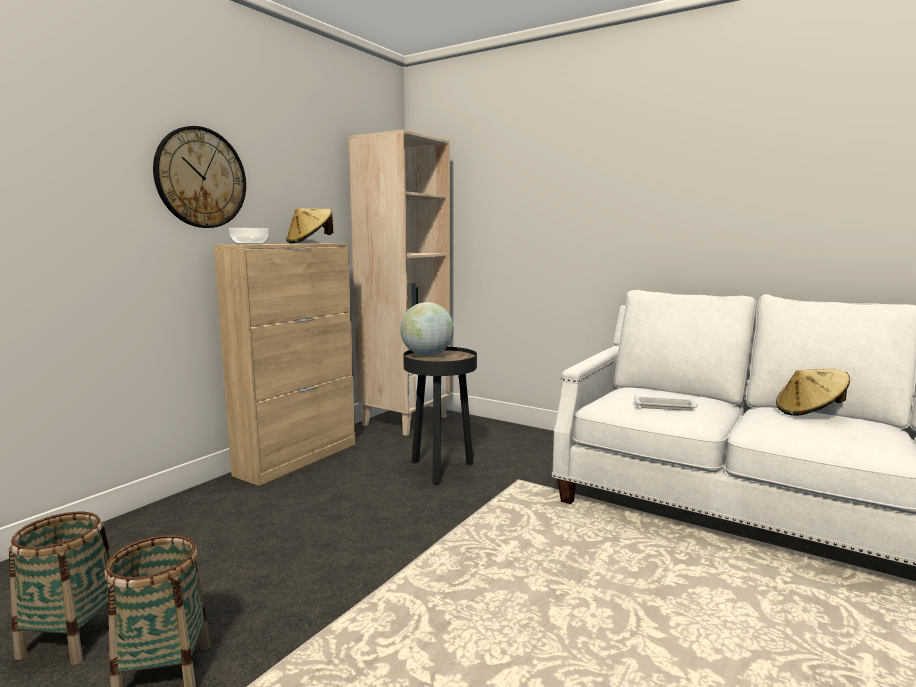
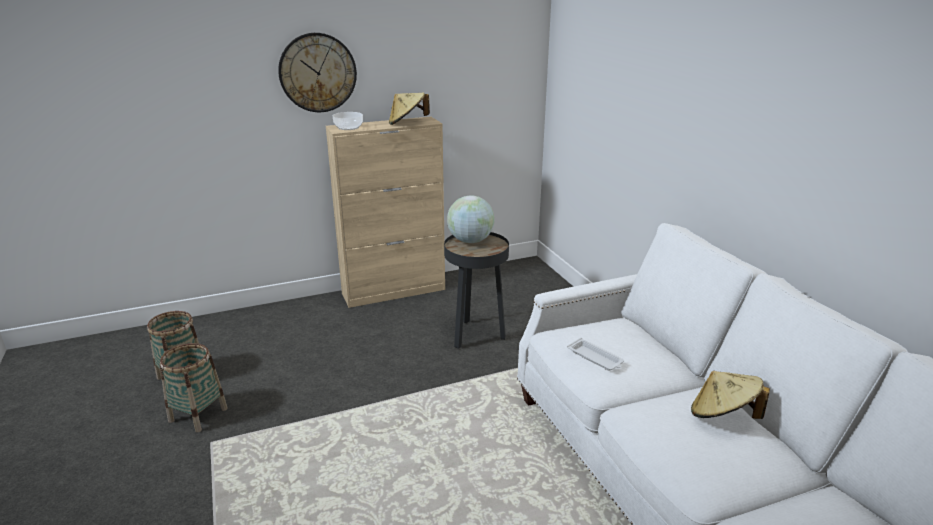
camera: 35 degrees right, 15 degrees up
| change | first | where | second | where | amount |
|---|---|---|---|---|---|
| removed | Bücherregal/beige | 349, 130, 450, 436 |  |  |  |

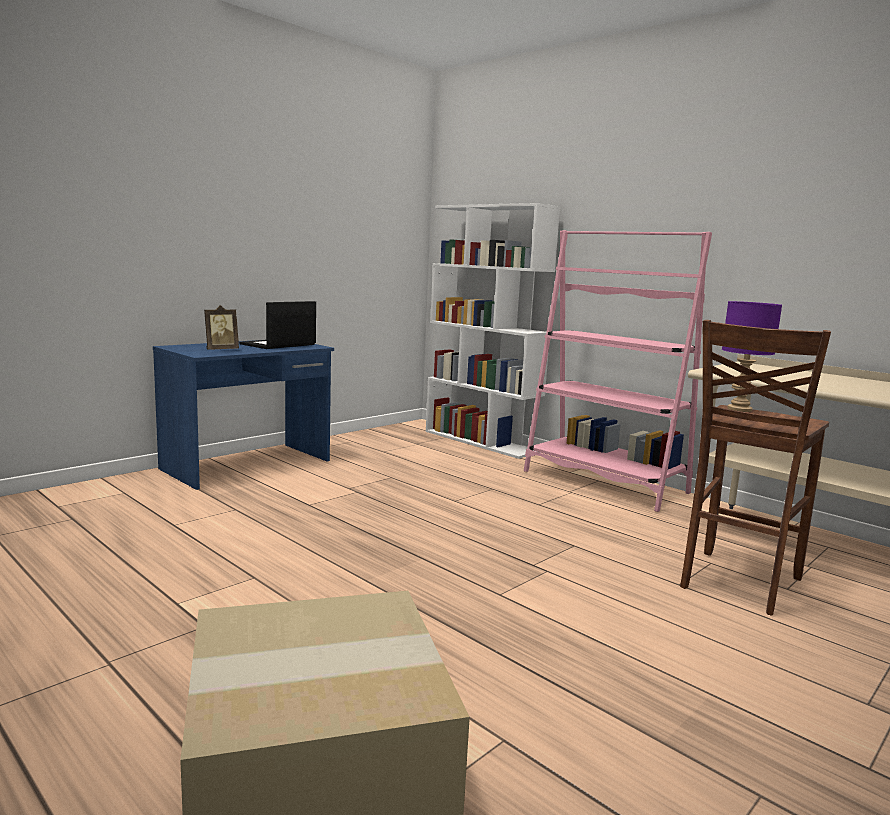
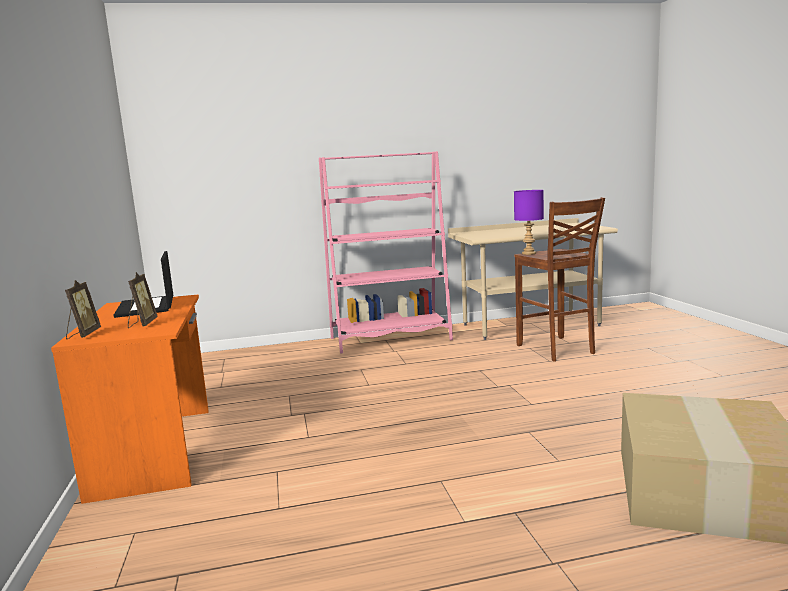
camera: 55 degrees left, 0 degrees up
| change | first | where | second | where | amount |
|---|---|---|---|---|---|
| removed | Bücherregal/weiß | 426, 203, 560, 459 |  |  |  |
| recoloured | Schreibtisch/blau | 153, 340, 334, 490 | Schreibtisch/orange | 51, 295, 209, 504 |  |
| added |  |  | Bilderrahmen | 65, 280, 101, 339 |  |

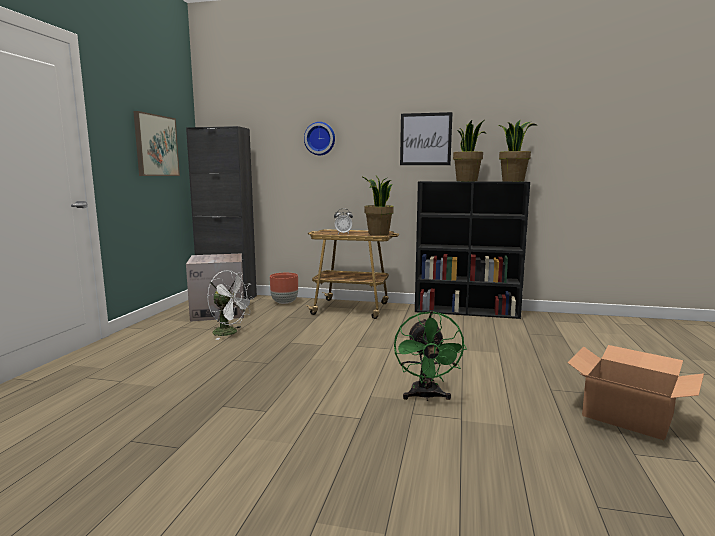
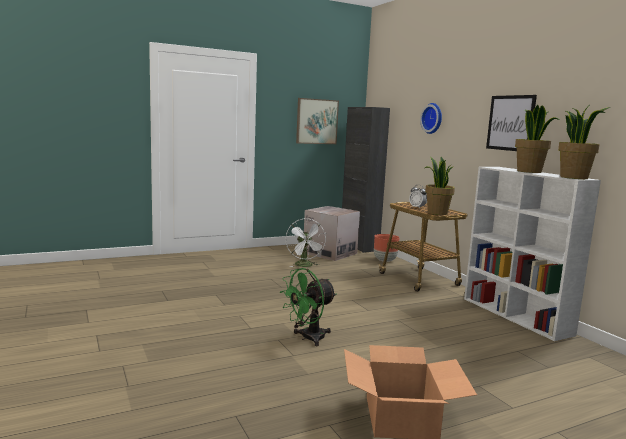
camera: 50 degrees right, 0 degrees up
| change | first | where | second | where | amount |
|---|---|---|---|---|---|
| recoloured | Bücherregal/schwarz | 415, 181, 530, 319 | Bücherregal/weiß | 464, 167, 601, 341 |  |

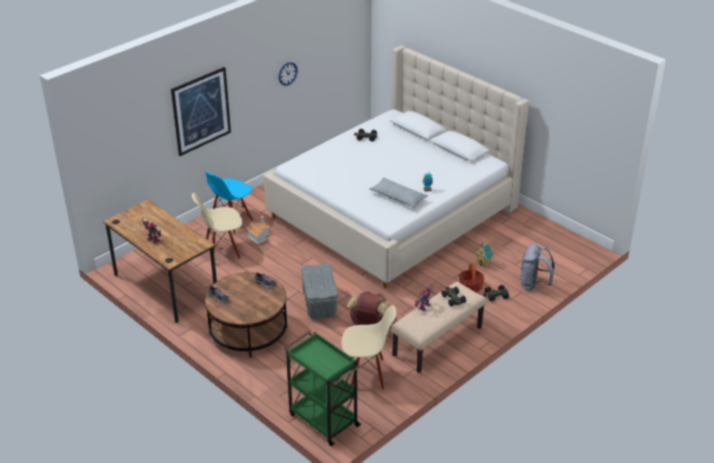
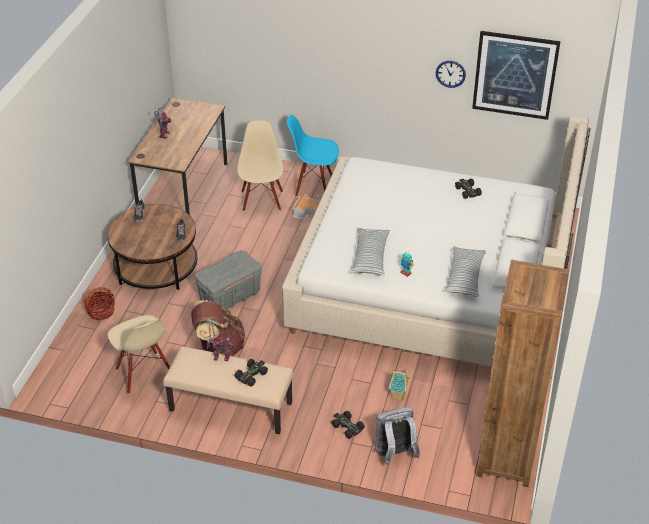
camera: 60 degrees right, 5 degrees up
| change | first | where | second | where | amount |
|---|---|---|---|---|---|
| moved | Bild | 171, 67, 231, 156 |  | 472, 31, 561, 120 |  |
| turned | Stuhl/beige | 192, 193, 242, 259 |  | 237, 120, 283, 212 | 45 degrees clockwise |
| moved | Korb | 459, 263, 484, 292 |  | 84, 287, 115, 320 |  |
| removed | Rollwagen/grün | 284, 332, 361, 446 |  |  |  |
| added |  |  | Kissen | 444, 246, 486, 297 |  |
| added |  |  | Bücherregal/braun | 476, 260, 569, 487 |  |

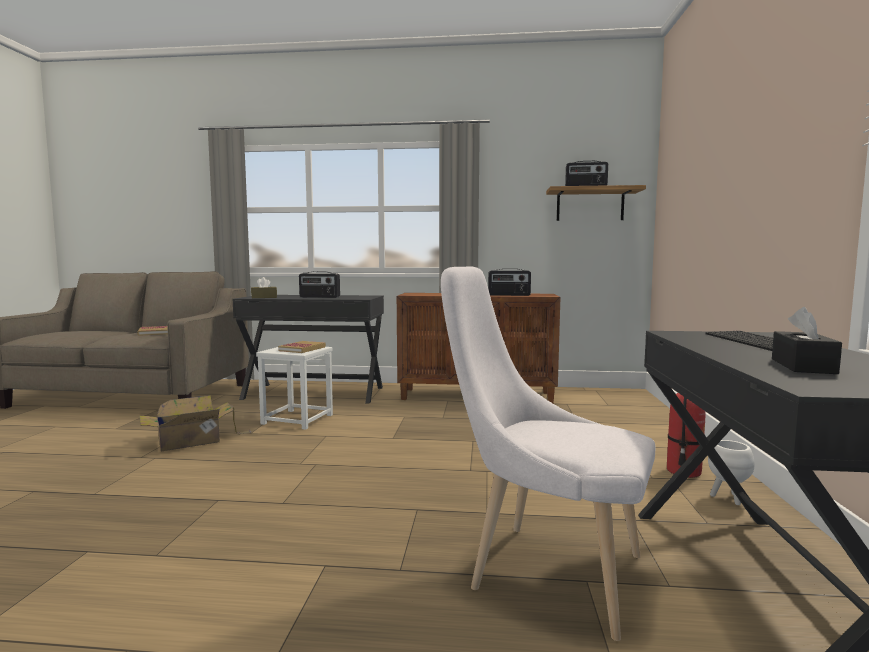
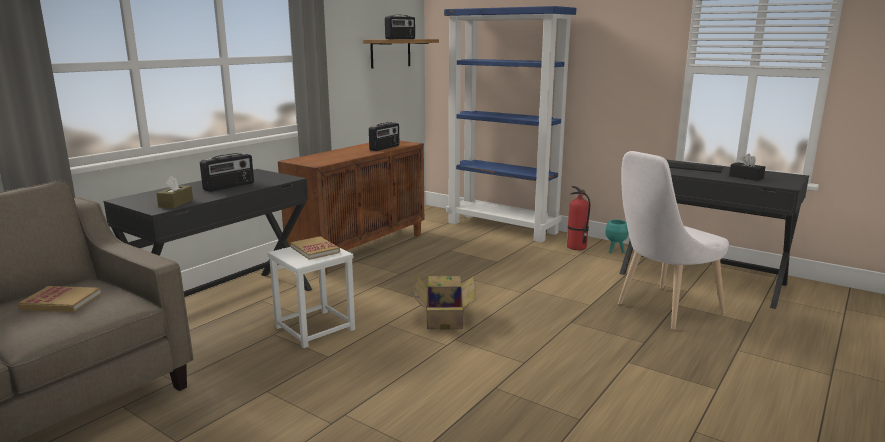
camera: 60 degrees left, 10 degrees up
| change | first | where | second | where | amount |
|---|---|---|---|---|---|
| moved | Karton | 139, 395, 252, 451 |  | 414, 276, 476, 329 |  |
| recoloured | Pflanzkübel/weiß | 708, 440, 755, 505 | Pflanzkübel/türkis | 605, 220, 629, 253 |  |
| added |  |  | Bücherregal/blau | 444, 6, 576, 242 |  |

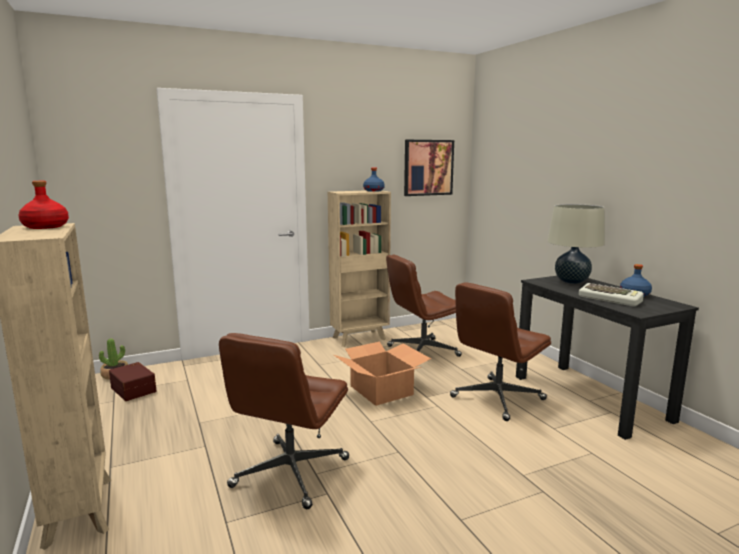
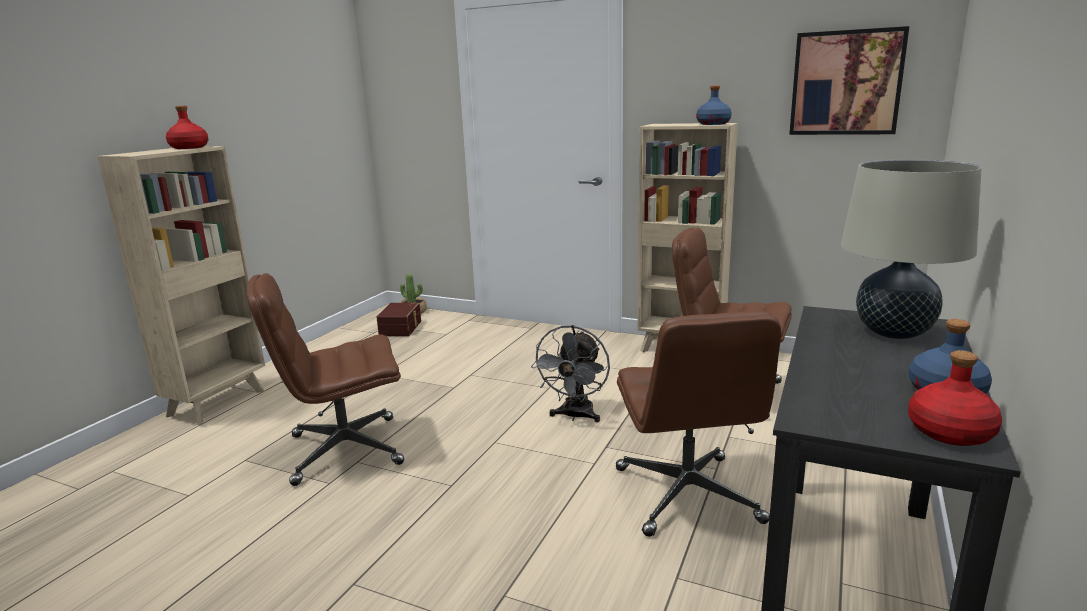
camera: 50 degrees right, 5 degrees up
| change | first | where | second | where | amount |
|---|---|---|---|---|---|
| turned | Bürostuhl/braun | 450, 282, 551, 421 |  | 616, 311, 781, 537 | 105 degrees counterclockwise |
| removed | Tastatur | 579, 283, 644, 306 |  |  |  |
| replaced | Karton | 334, 342, 431, 406 | Ventilator/grau | 531, 325, 610, 422 |  |
| added |  |  | Flasche/rot | 908, 350, 1002, 446 |  |

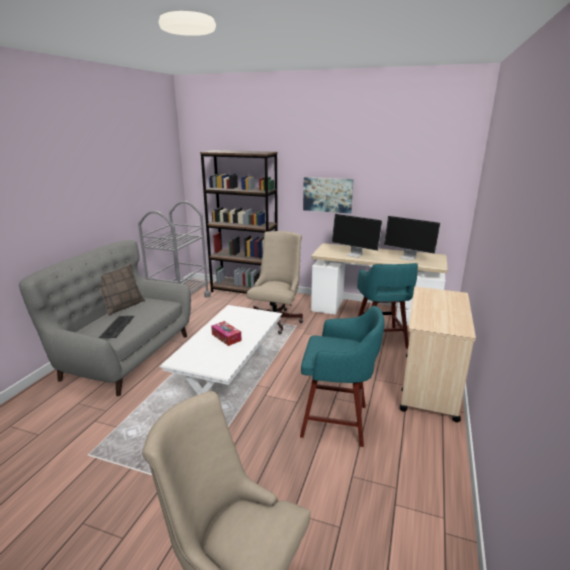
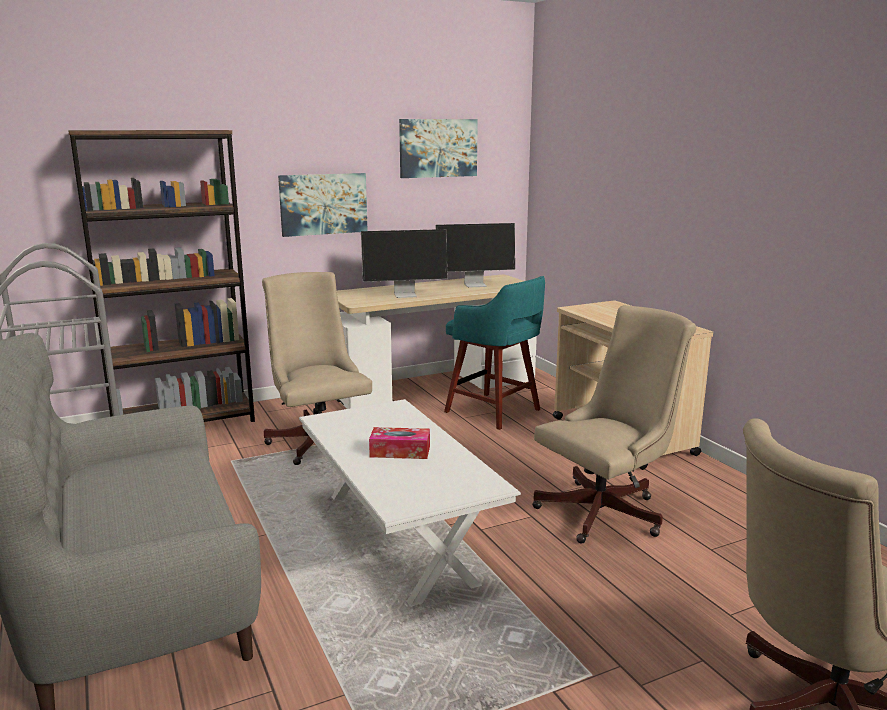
camera: 45 degrees left, 5 degrees down
| change | first | where | second | where | amount |
|---|---|---|---|---|---|
| removed | Kissen | 100, 263, 145, 316 |  |  |  |
| replaced | Hocker/türkis | 300, 306, 385, 447 | Bürostuhl/beige | 532, 305, 696, 544 |  |
| removed | Tastatur | 99, 316, 134, 338 |  |  |  |
| added |  |  | Bild | 399, 119, 478, 178 |  |

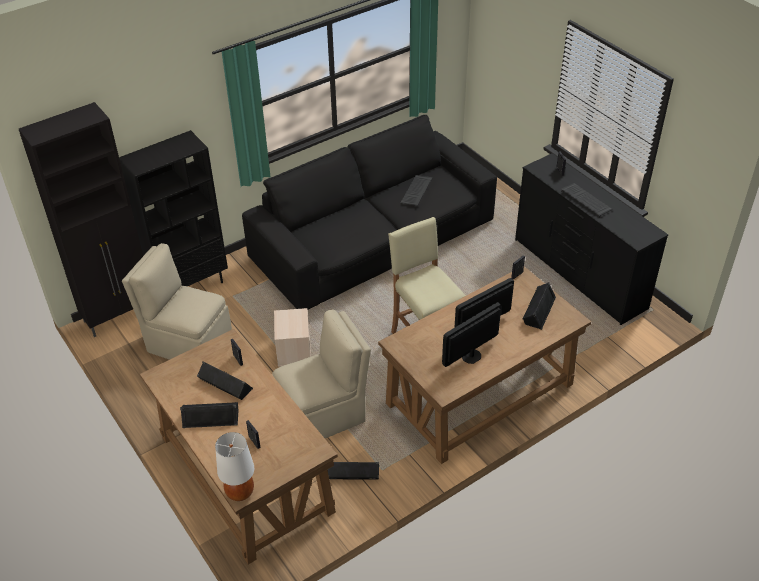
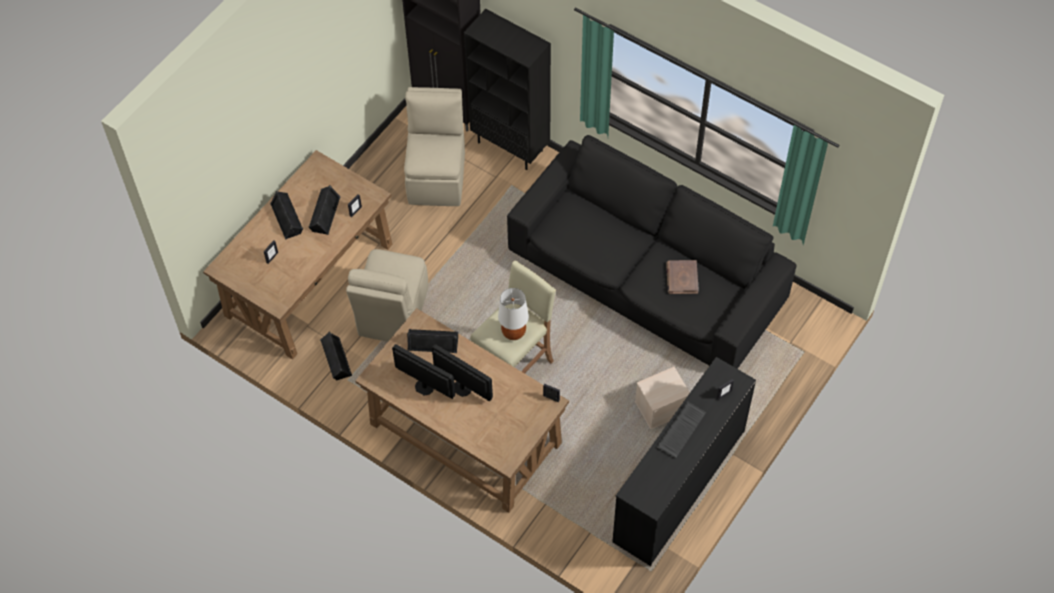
camera: 70 degrees right, 15 degrees up
| change | first | where | second | where | amount |
|---|---|---|---|---|---|
| replaced | Tastatur | 401, 175, 433, 207 | Buch/braun | 666, 260, 699, 294 |  |
| moved | Lautsprecher/schwarz | 522, 282, 556, 330 |  | 407, 329, 458, 353 |  |
| moved | Aufbewahrungsbox/beige | 274, 308, 311, 367 |  | 635, 367, 690, 429 |  |
| turned | Stuhl/beige | 272, 309, 371, 438 |  | 346, 249, 428, 342 | 60 degrees clockwise |
| moved | Tischlampe/weiß | 215, 432, 254, 501 |  | 498, 288, 529, 340 |  |

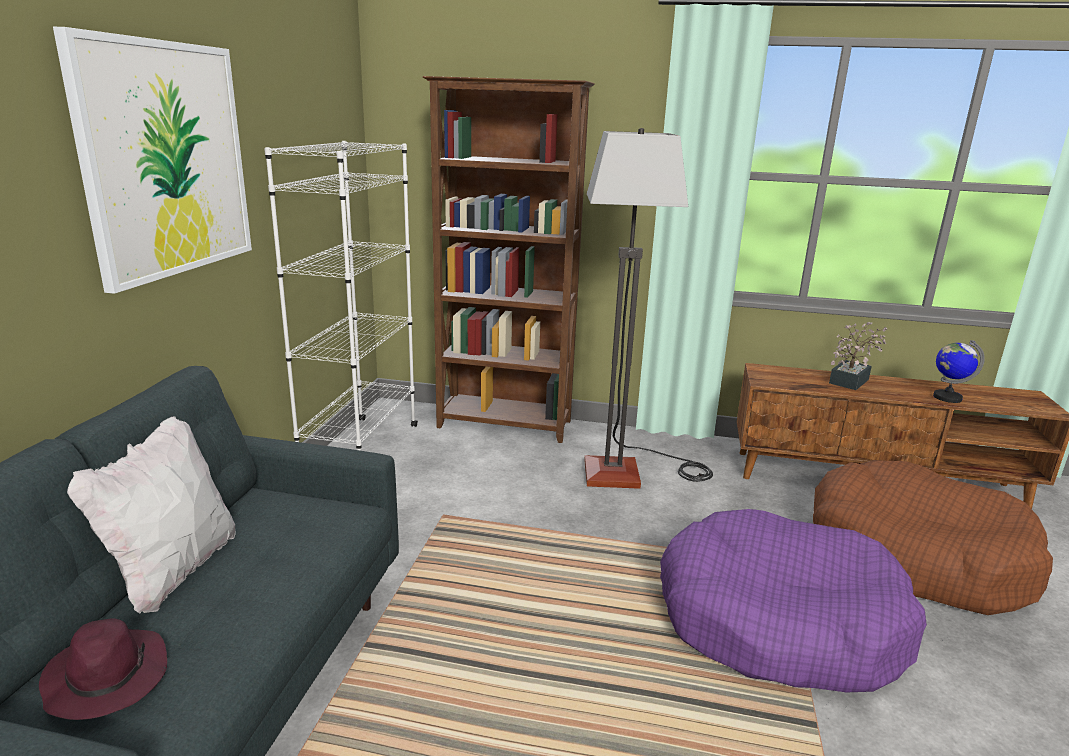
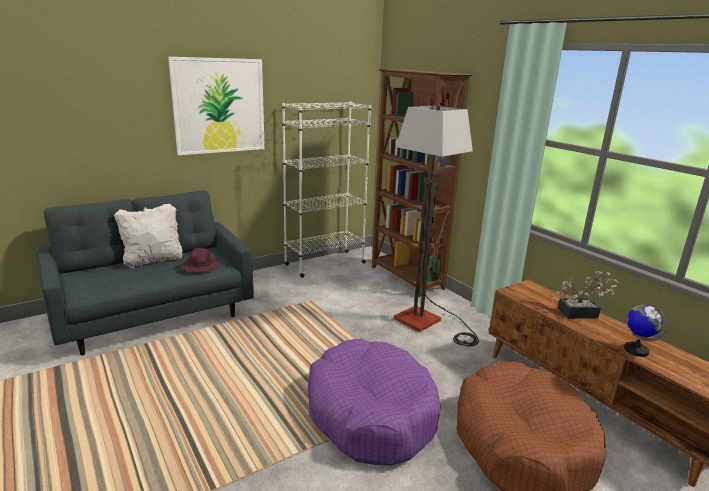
camera: 45 degrees right, 0 degrees up
| change | first | where | second | where | amount |
|---|---|---|---|---|---|
| moved | Hut/lila | 39, 618, 167, 720 |  | 181, 248, 220, 272 |  |

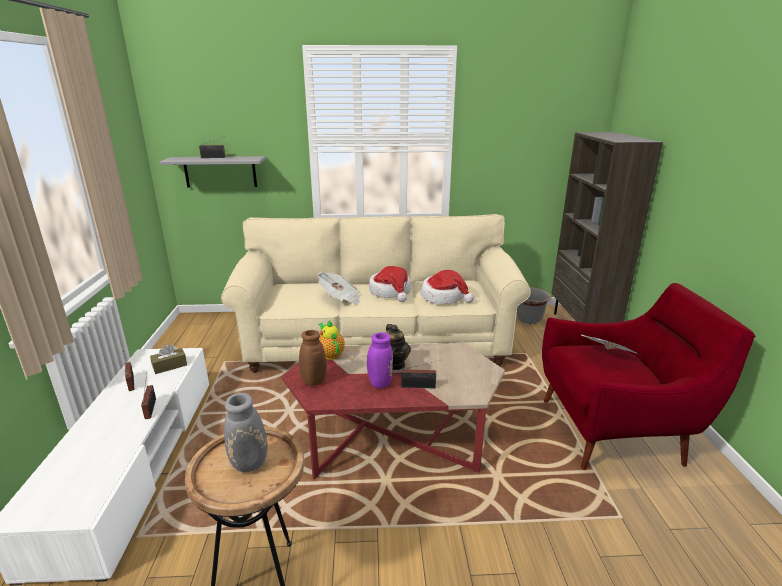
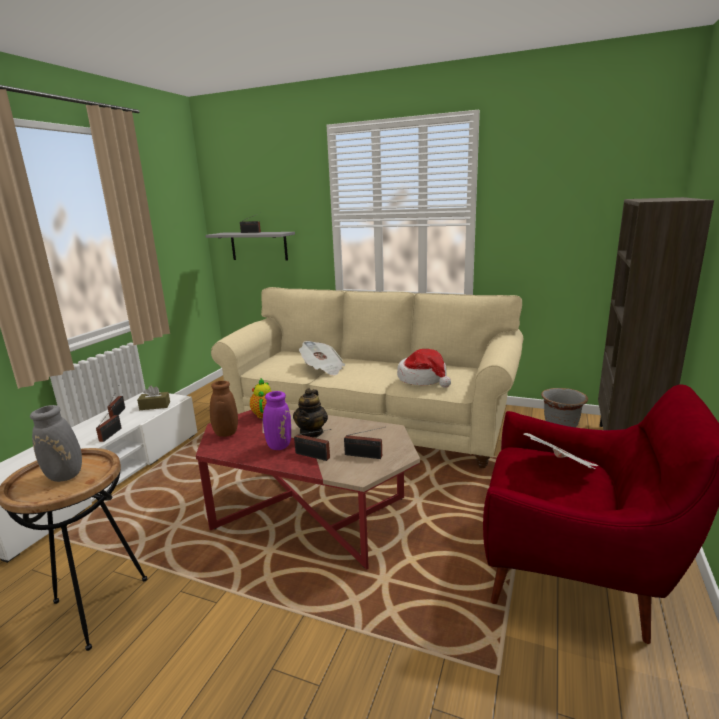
camera: 25 degrees right, 5 degrees down
| change | first | where | second | where | amount |
|---|---|---|---|---|---|
| removed | Hut | 369, 266, 411, 302 |  |  |  |
| added |  |  | Radio | 344, 427, 384, 459 |  |

